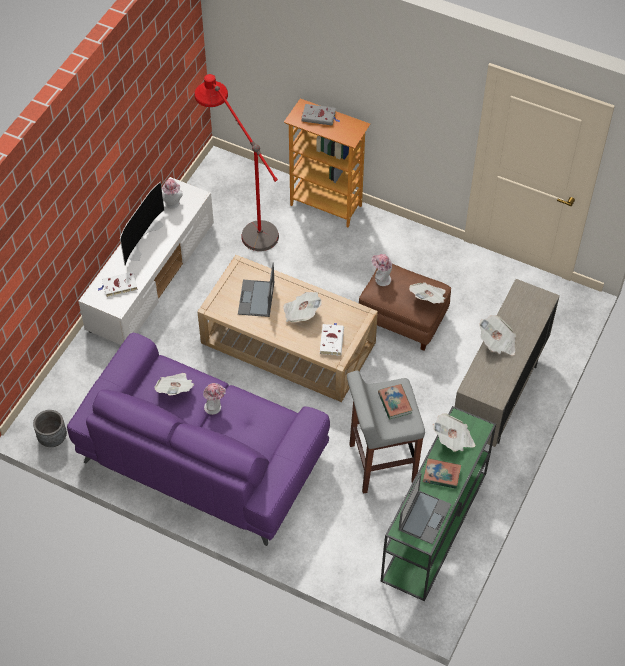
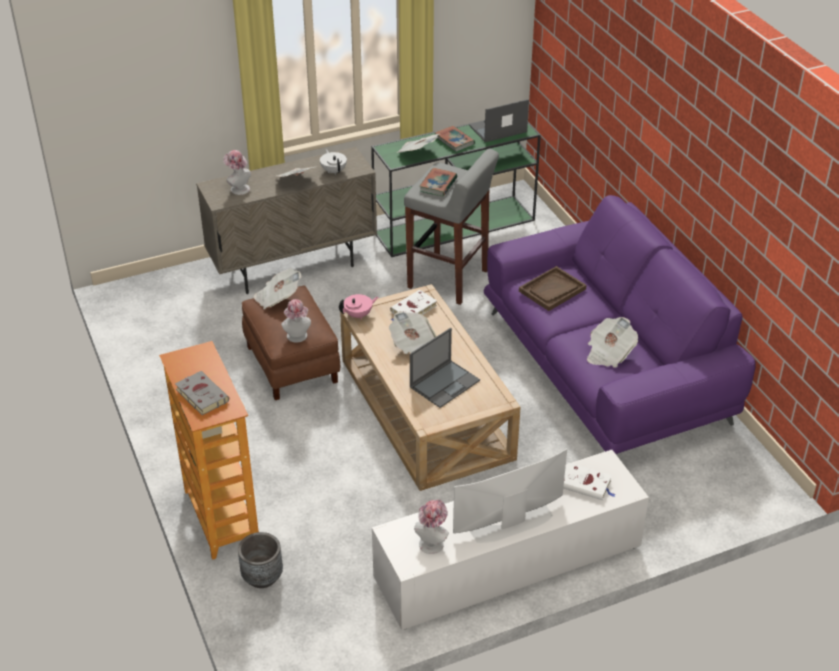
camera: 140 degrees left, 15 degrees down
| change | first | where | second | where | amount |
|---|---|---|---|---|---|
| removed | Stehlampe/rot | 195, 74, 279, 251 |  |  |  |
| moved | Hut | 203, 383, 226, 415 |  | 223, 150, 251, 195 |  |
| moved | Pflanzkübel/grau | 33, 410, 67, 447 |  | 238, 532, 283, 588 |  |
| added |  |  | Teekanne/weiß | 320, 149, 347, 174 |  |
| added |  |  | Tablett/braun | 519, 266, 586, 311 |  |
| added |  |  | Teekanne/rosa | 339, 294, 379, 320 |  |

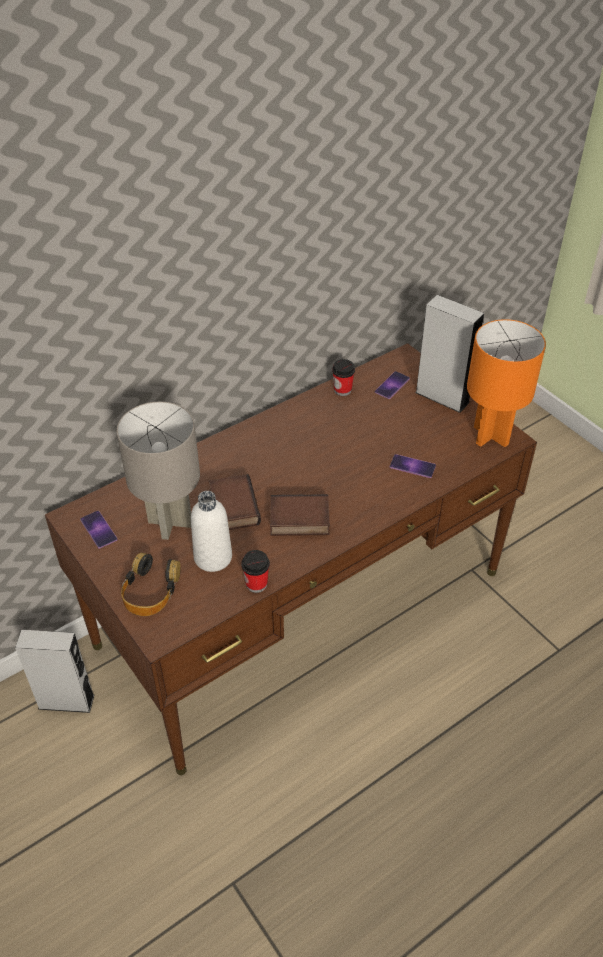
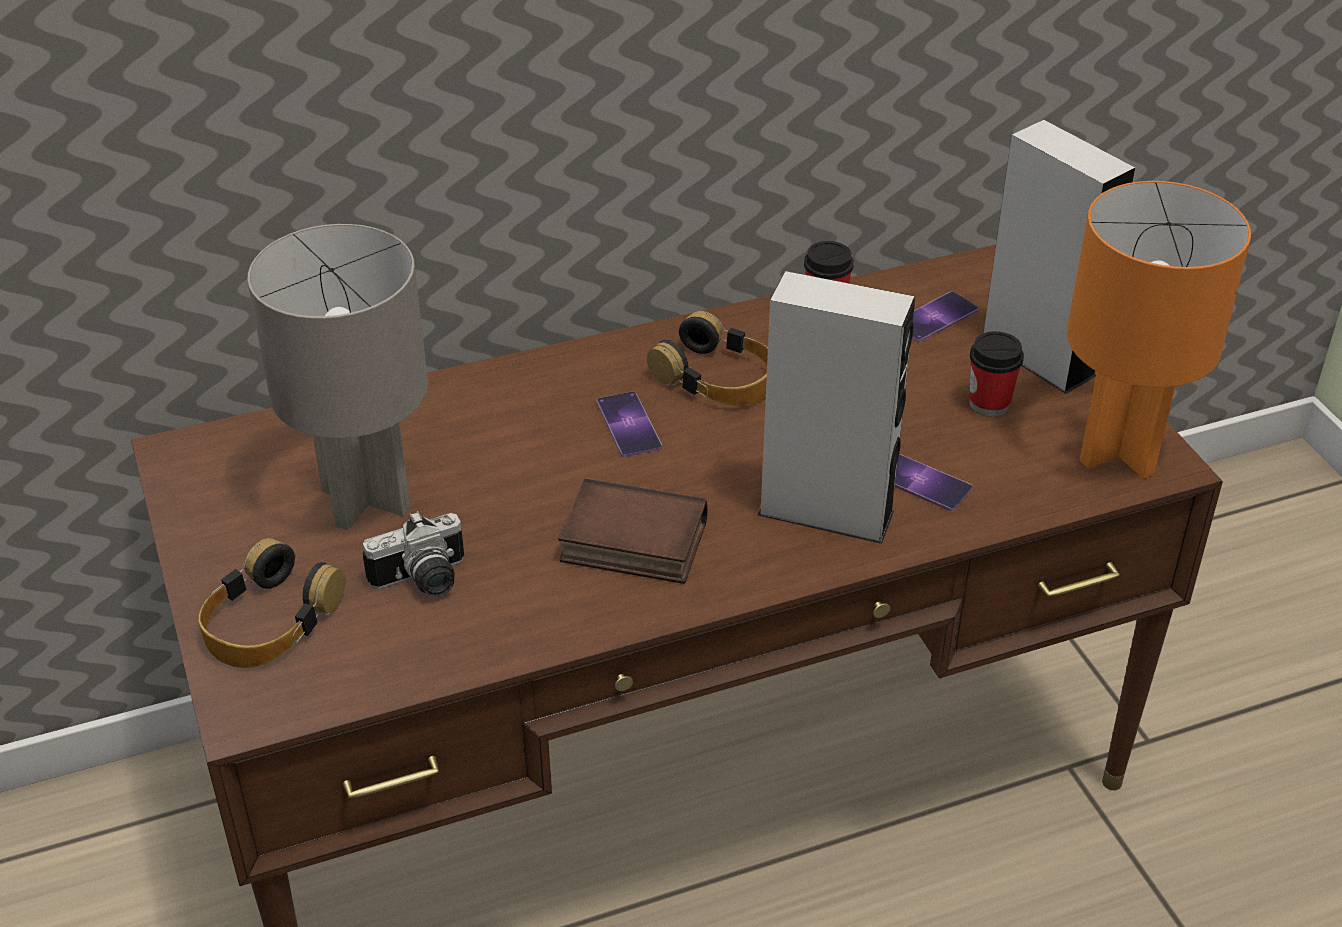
camera: 15 degrees right, 5 degrees down
| change | first | where | second | where | amount |
|---|---|---|---|---|---|
| removed | Buch | 209, 474, 261, 530 |  |  |  |
| replaced | Flasche/weiß | 191, 491, 232, 572 | Kamera | 362, 511, 464, 597 |  |
| moved | Handy | 80, 511, 118, 548 |  | 596, 391, 662, 457 |  |
| moved | Tasse | 241, 550, 270, 593 |  | 969, 331, 1024, 417 |  |
| moved | Lautsprecher/grau | 15, 630, 95, 713 |  | 758, 271, 915, 544 |  |
| added |  |  | Kopfhörer | 647, 311, 768, 406 |  |

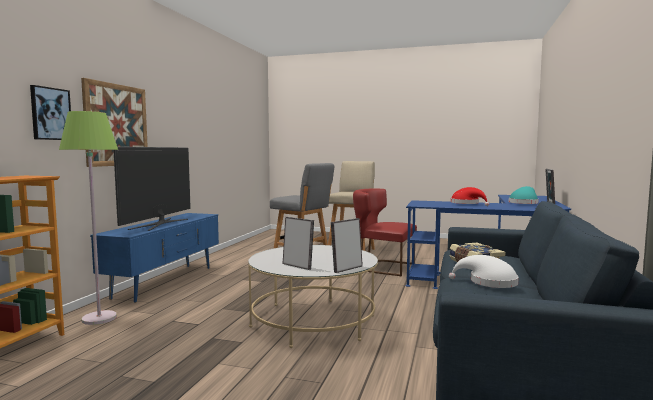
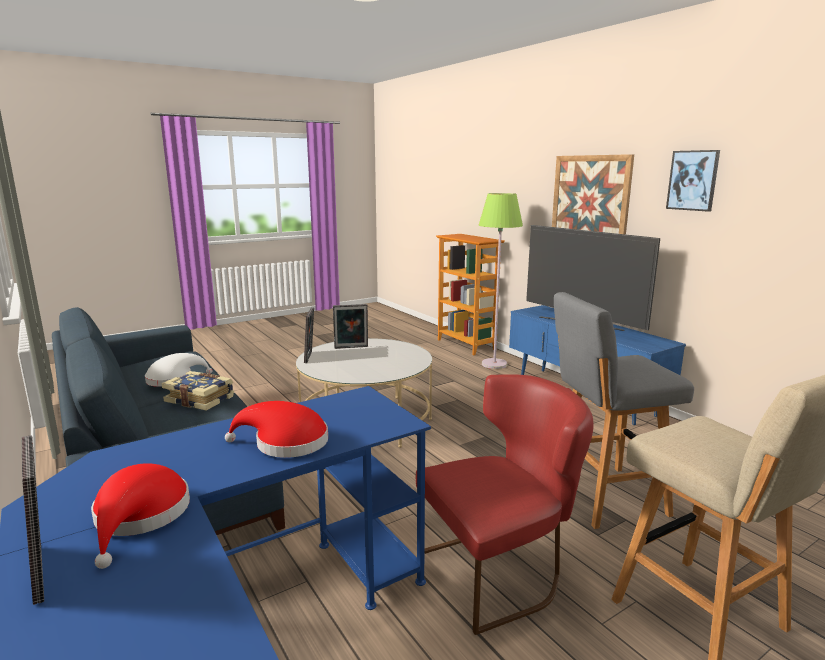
camera: 130 degrees right, 10 degrees up
| change | first | where | second | where | amount |
|---|---|---|---|---|---|
| moved | Bild | 30, 85, 71, 140 |  | 666, 150, 720, 212 |  |
| recoloured | Hut/türkis | 509, 186, 538, 204 | Hut/rot | 91, 463, 190, 569 |  |

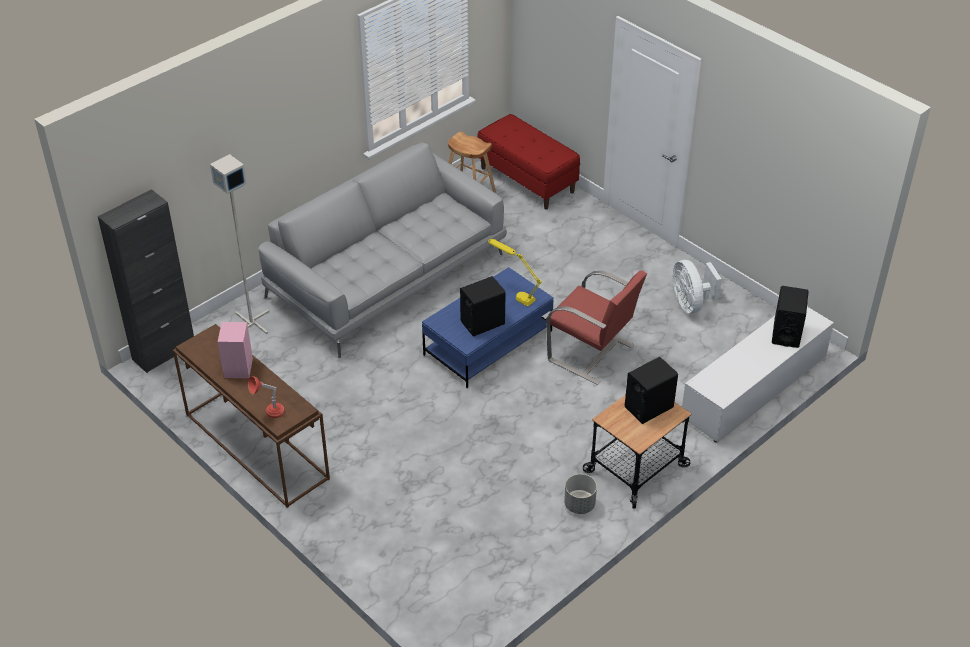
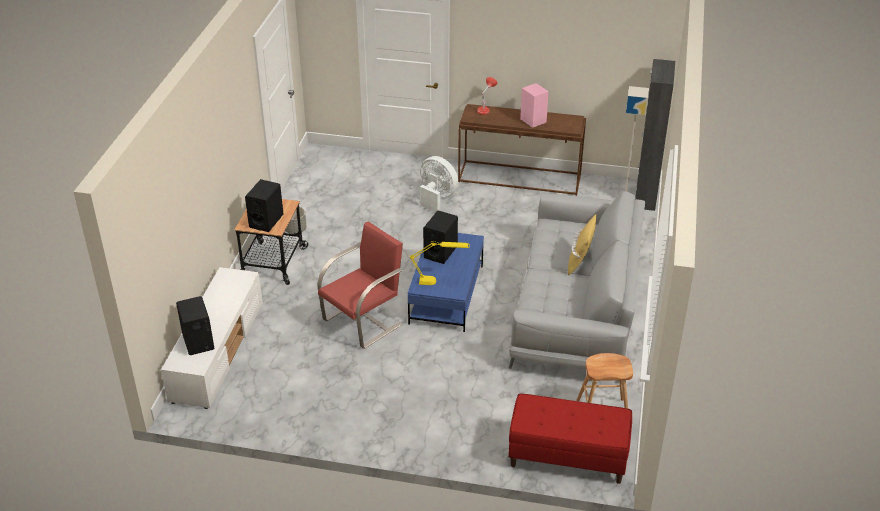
camera: 145 degrees right, 5 degrees down
| change | first | where | second | where | amount |
|---|---|---|---|---|---|
| moved | Ventilator/weiß | 673, 260, 722, 314 |  | 420, 156, 458, 212 |  |
| turned | Sessel/rot | 546, 270, 647, 385 |  | 317, 222, 403, 349 | 135 degrees clockwise |
| added |  |  | Kissen/gelb | 568, 214, 597, 275 |  |

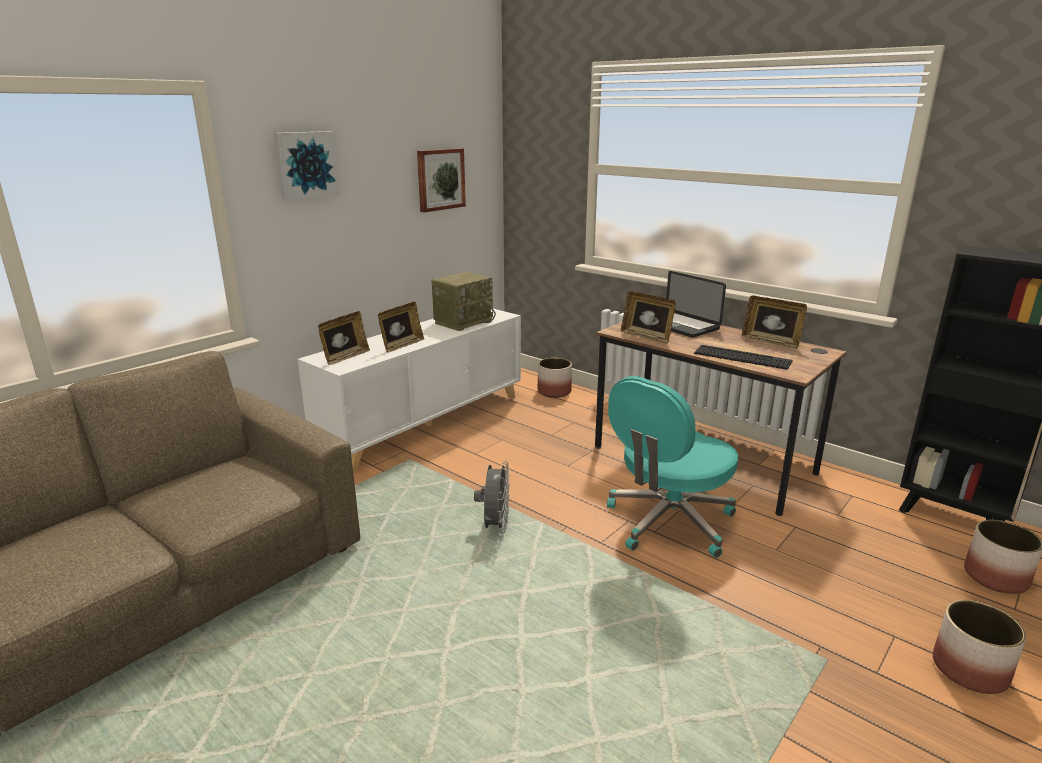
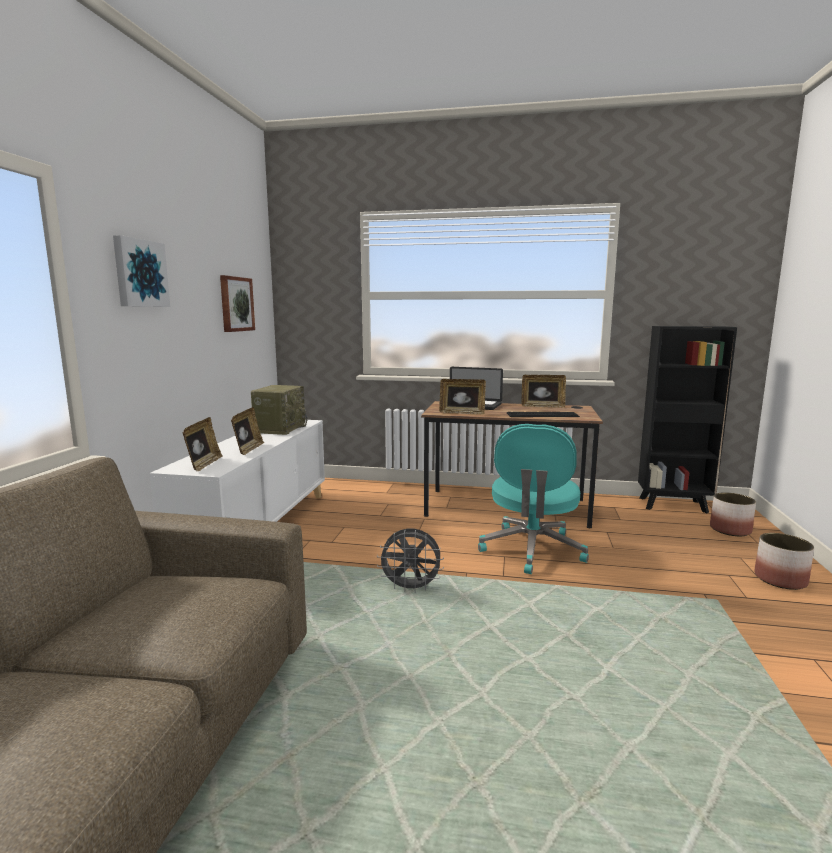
camera: 30 degrees left, 10 degrees down
| change | first | where | second | where | amount |
|---|---|---|---|---|---|
| removed | Pflanzkübel | 538, 358, 572, 398 |  |  |  |
| turned | Ventilator/grau | 474, 461, 510, 533 |  | 377, 528, 444, 593 | 120 degrees clockwise |

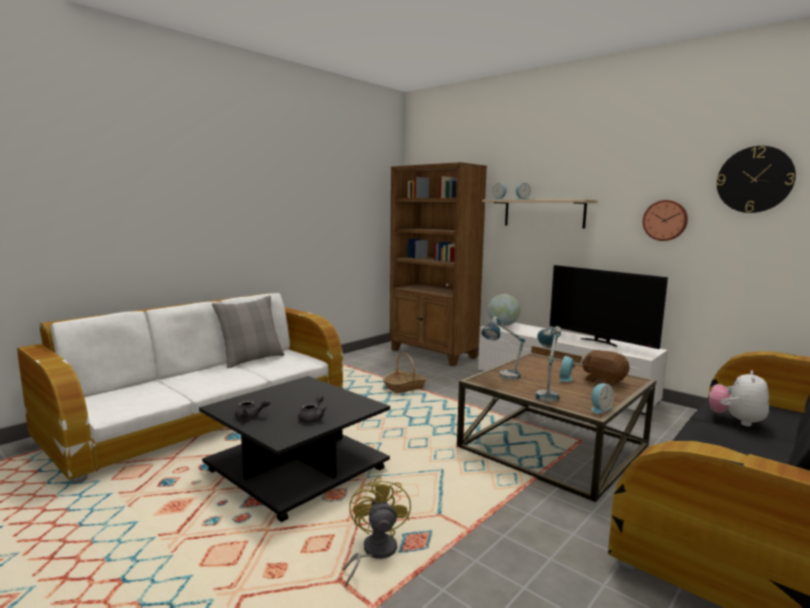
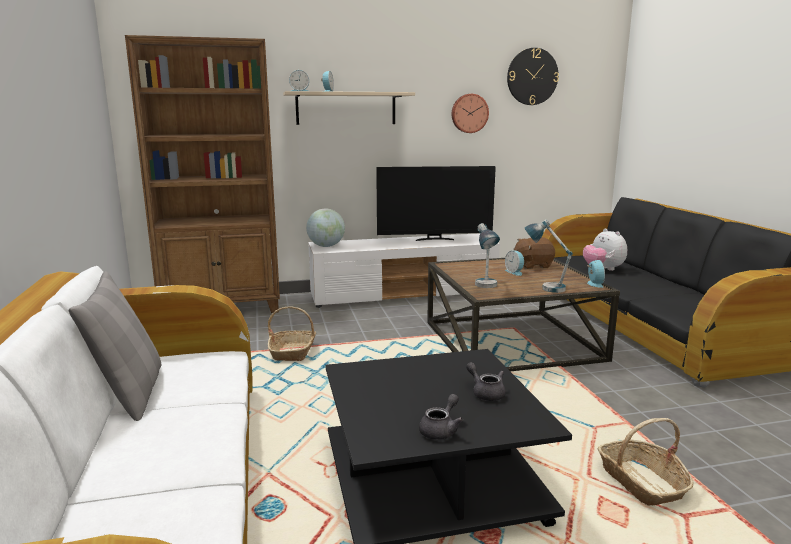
camera: 55 degrees left, 5 degrees up
| change | first | where | second | where | amount |
|---|---|---|---|---|---|
| replaced | Ventilator/gelb | 343, 476, 411, 588 | Korb | 597, 418, 693, 505 |  |

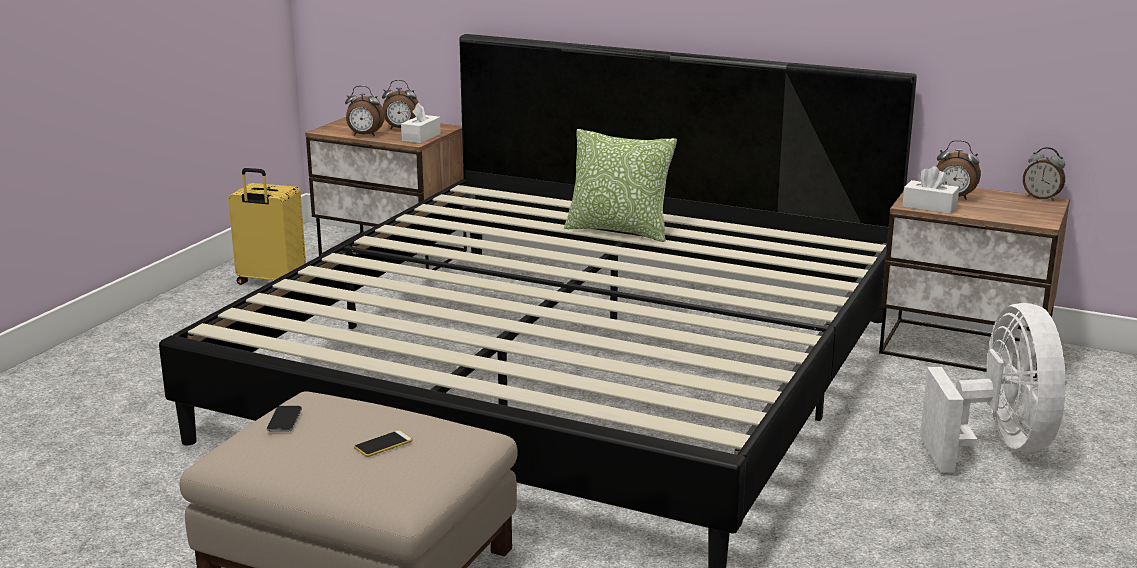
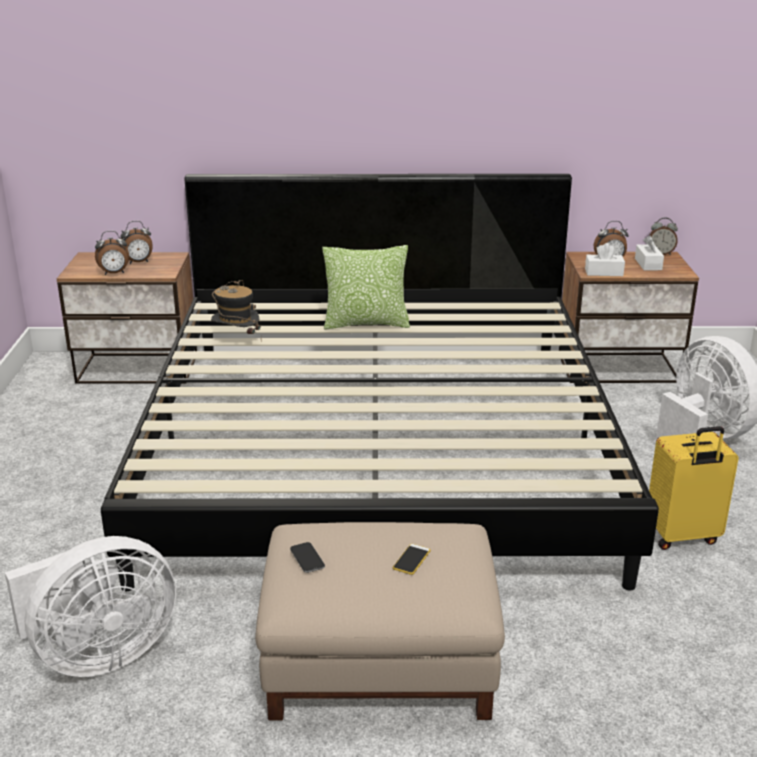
camera: 25 degrees left, 5 degrees up
| change | first | where | second | where | amount |
|---|---|---|---|---|---|
| moved | Taschentuchbox/weiß | 401, 103, 441, 143 |  | 635, 236, 664, 270 |  |
| moved | Koffer/gelb | 228, 168, 306, 285 |  | 649, 426, 739, 550 |  |
| added |  |  | Hut | 211, 280, 262, 340 |  |
| added |  |  | Ventilator/weiß | 5, 536, 176, 677 |  |

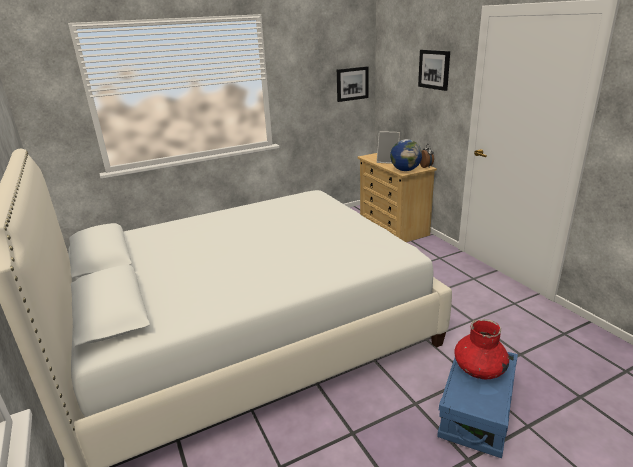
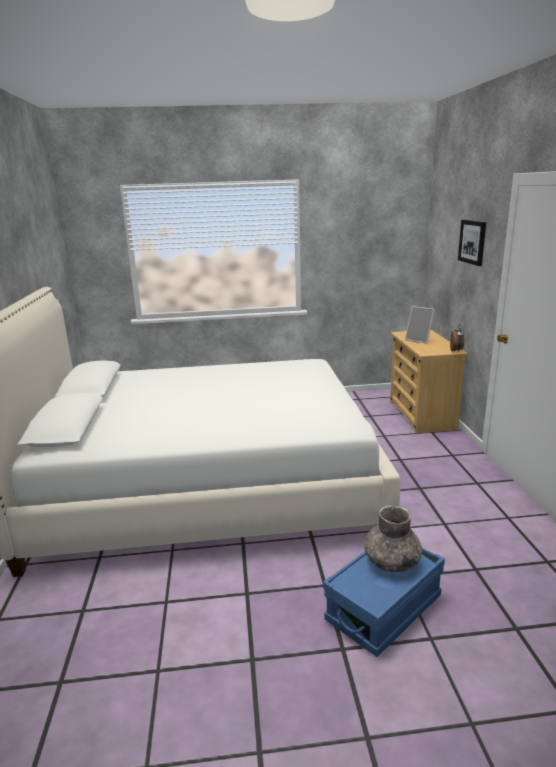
camera: 20 degrees right, 5 degrees down
| change | first | where | second | where | amount |
|---|---|---|---|---|---|
| removed | Bild | 337, 66, 369, 102 |  |  |  |
| removed | Globus | 390, 139, 422, 171 |  |  |  |
| recoloured | Vase/rot | 454, 319, 509, 379 | Vase/grau | 364, 505, 422, 572 |  |

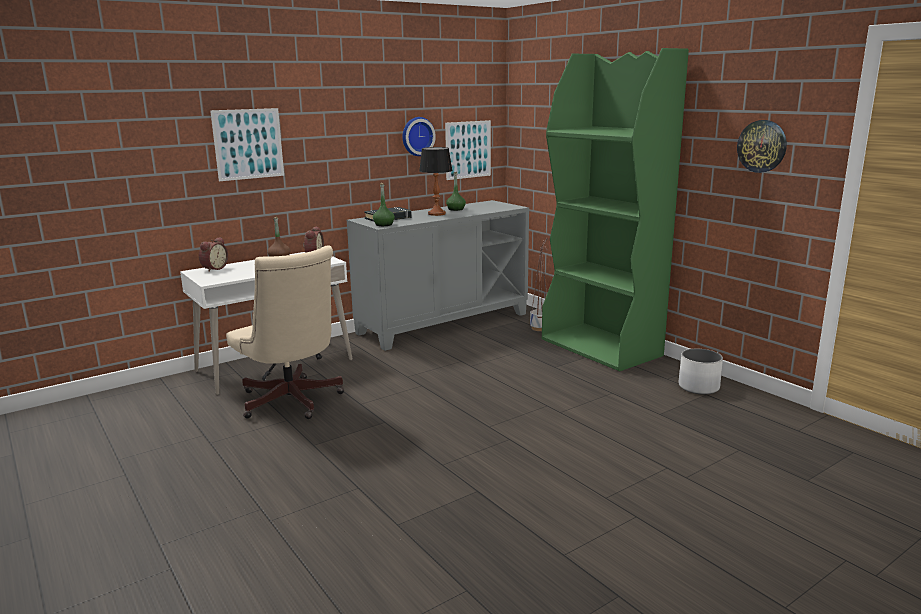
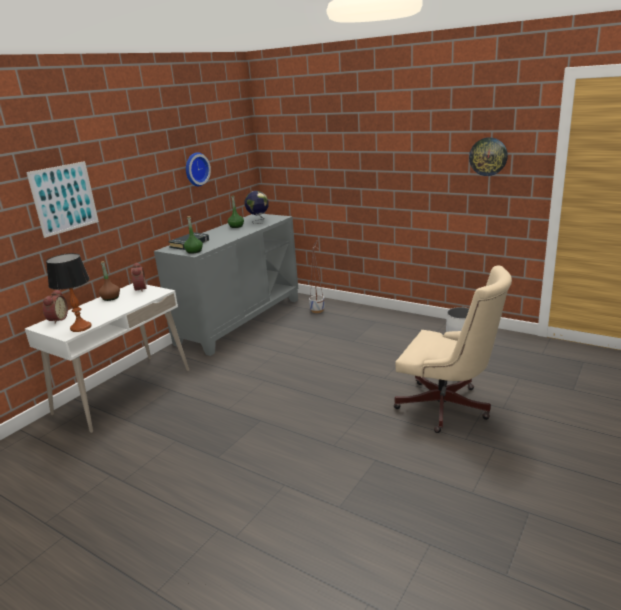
camera: 20 degrees left, 5 degrees up
| change | first | where | second | where | amount |
|---|---|---|---|---|---|
| removed | Bücherregal/grün | 542, 48, 689, 371 |  |  |  |
| removed | Bild | 445, 120, 491, 180 |  |  |  |
| moved | Tischlampe | 419, 147, 453, 216 |  | 46, 253, 92, 332 |  |
| moved | Bürostuhl/beige | 226, 245, 344, 419 |  | 394, 265, 512, 433 |  |
| added |  |  | Globus | 245, 191, 269, 224 |  |

